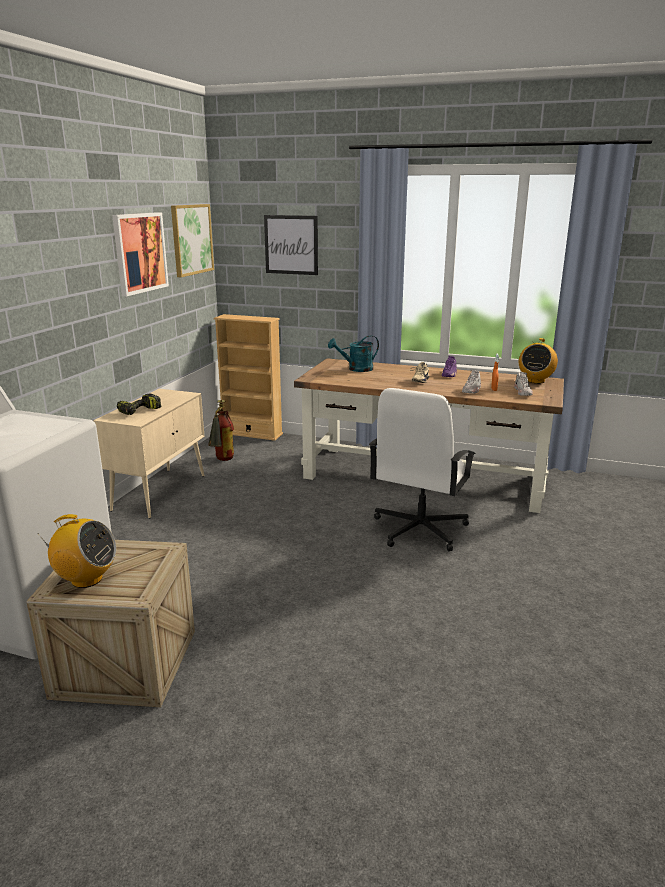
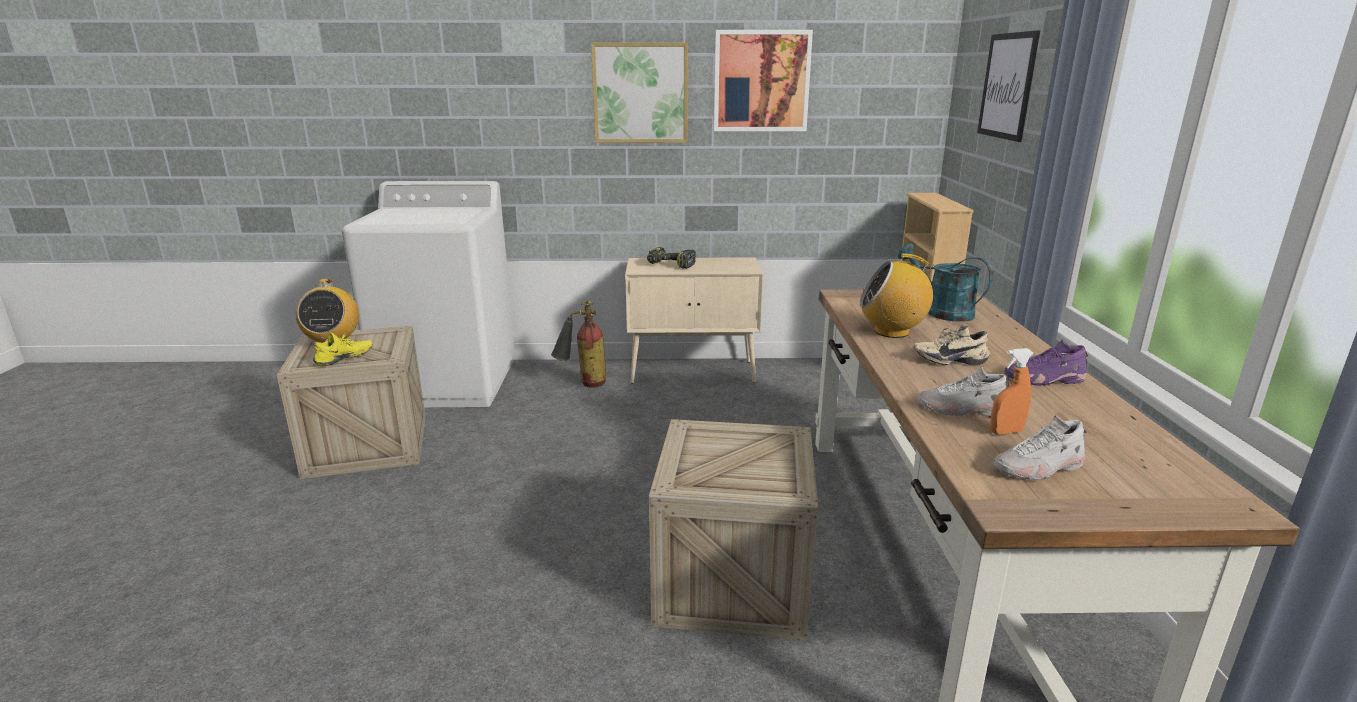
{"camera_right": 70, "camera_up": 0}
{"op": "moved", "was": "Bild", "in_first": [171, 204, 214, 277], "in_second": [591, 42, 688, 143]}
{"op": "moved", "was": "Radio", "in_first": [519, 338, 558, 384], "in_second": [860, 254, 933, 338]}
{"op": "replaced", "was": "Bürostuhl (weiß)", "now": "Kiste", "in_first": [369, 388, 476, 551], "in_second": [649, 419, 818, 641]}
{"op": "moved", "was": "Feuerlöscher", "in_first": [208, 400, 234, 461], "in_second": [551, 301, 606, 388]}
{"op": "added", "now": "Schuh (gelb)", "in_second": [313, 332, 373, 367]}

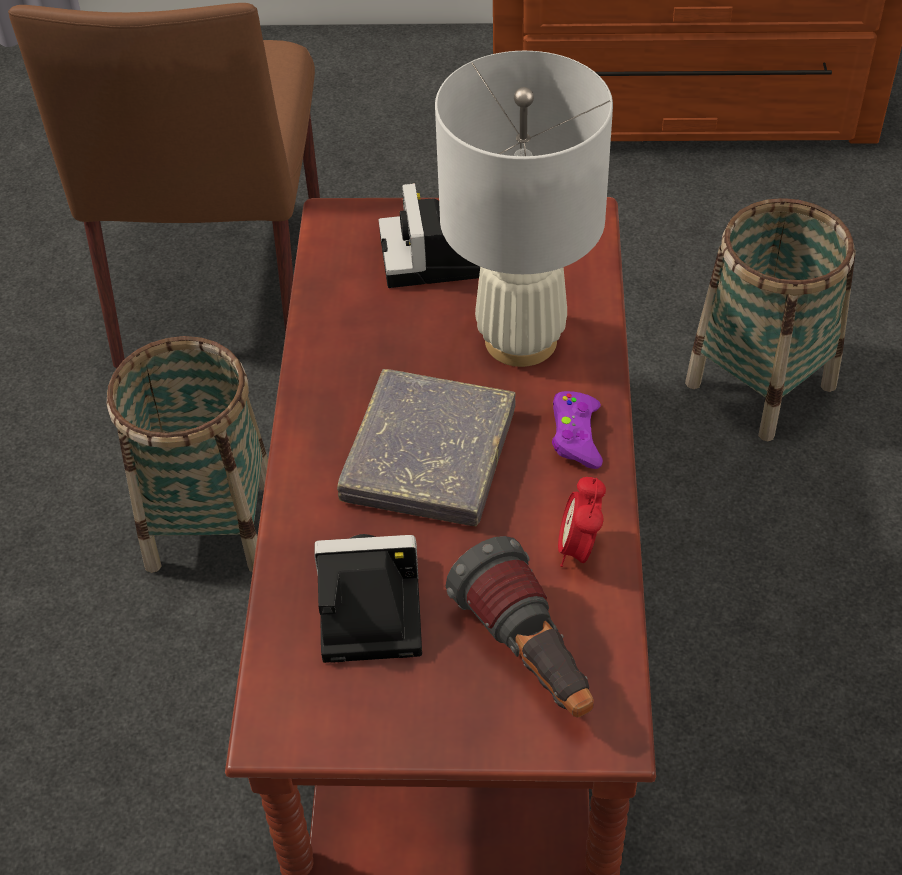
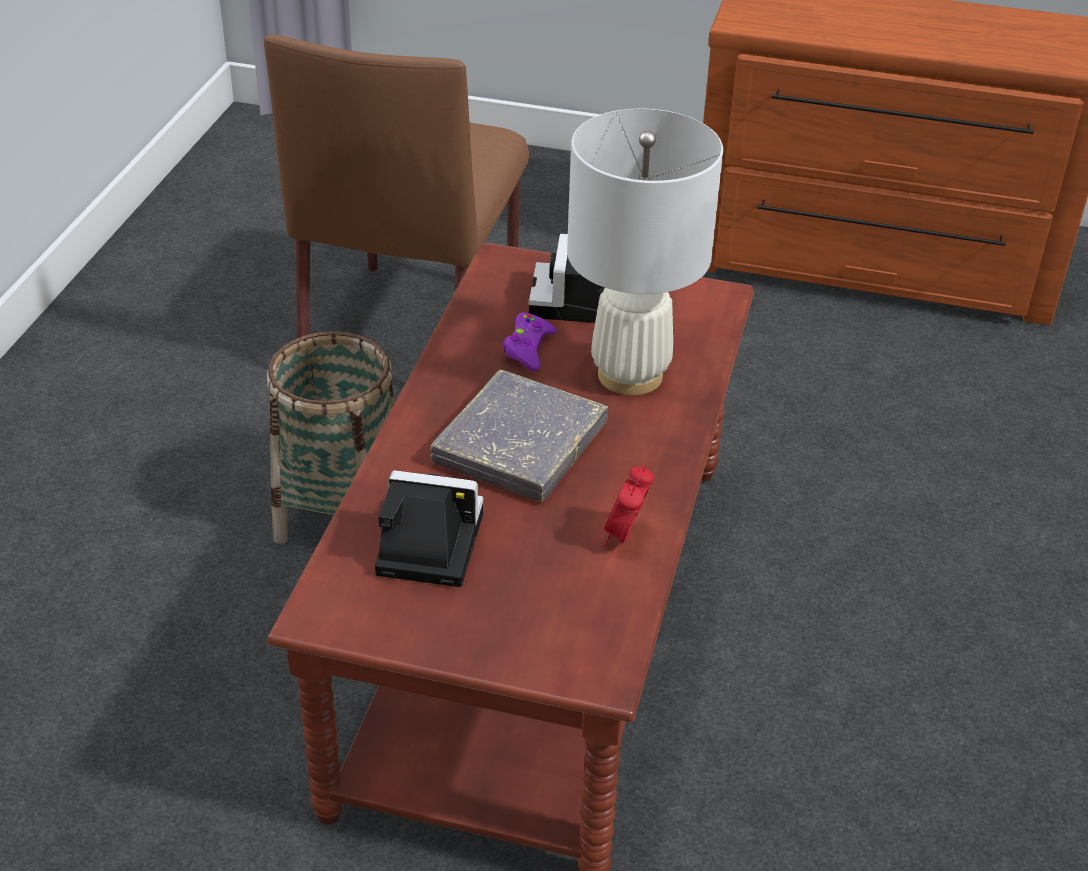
{"camera_right": 10, "camera_up": -10}
{"op": "removed", "was": "Korb", "in_first": [685, 198, 856, 442]}
{"op": "moved", "was": "Gamepad (lila)", "in_first": [552, 391, 603, 469], "in_second": [502, 312, 557, 371]}
{"op": "removed", "was": "Taschenlampe", "in_first": [446, 536, 594, 718]}

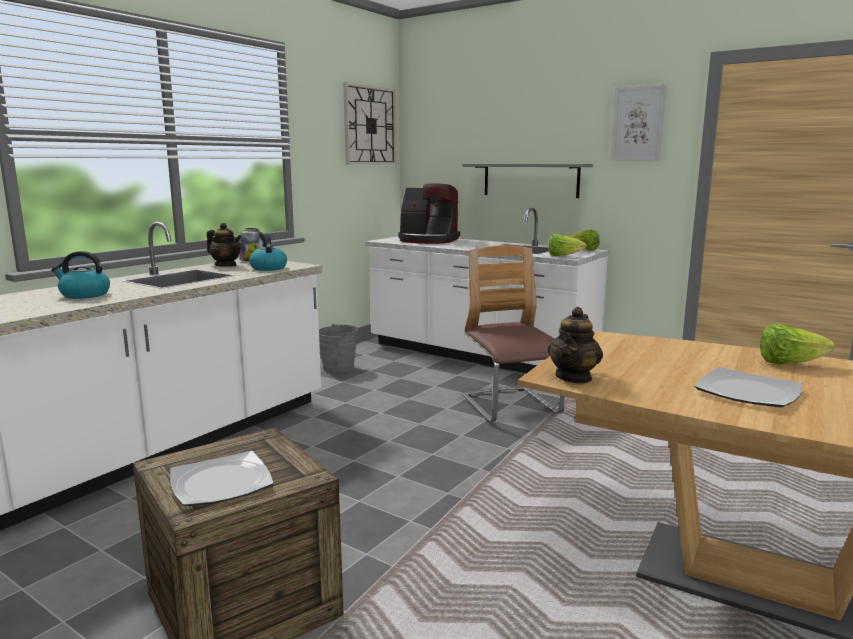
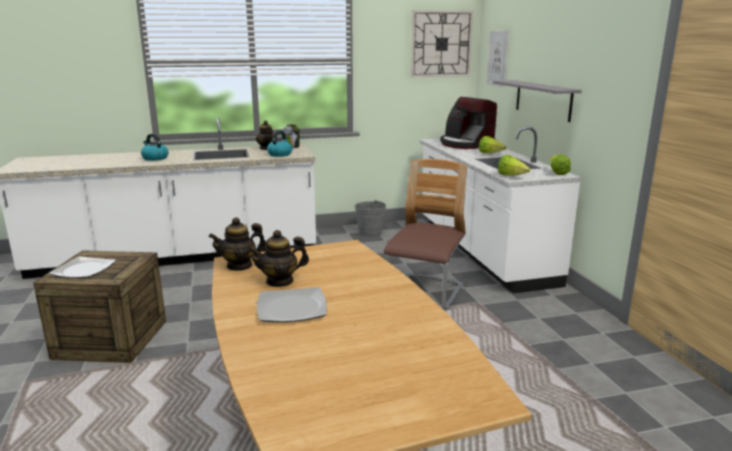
{"camera_right": 40, "camera_up": 5}
{"op": "moved", "was": "Bild", "in_first": [610, 84, 666, 161], "in_second": [486, 31, 509, 87]}
{"op": "moved", "was": "Salatkopf", "in_first": [760, 324, 835, 364], "in_second": [479, 136, 506, 153]}
{"op": "added", "now": "Teekanne", "in_second": [248, 230, 309, 287]}

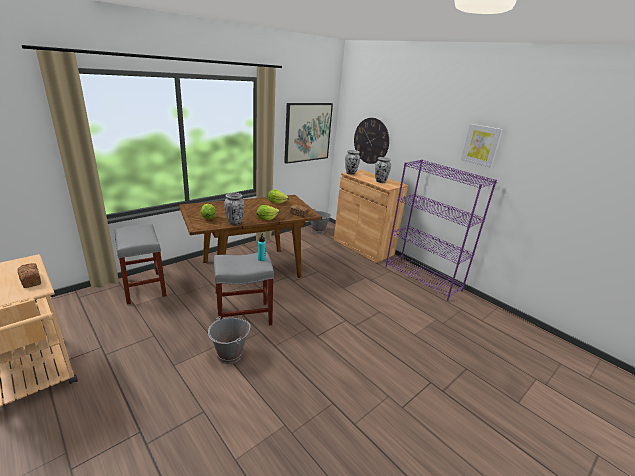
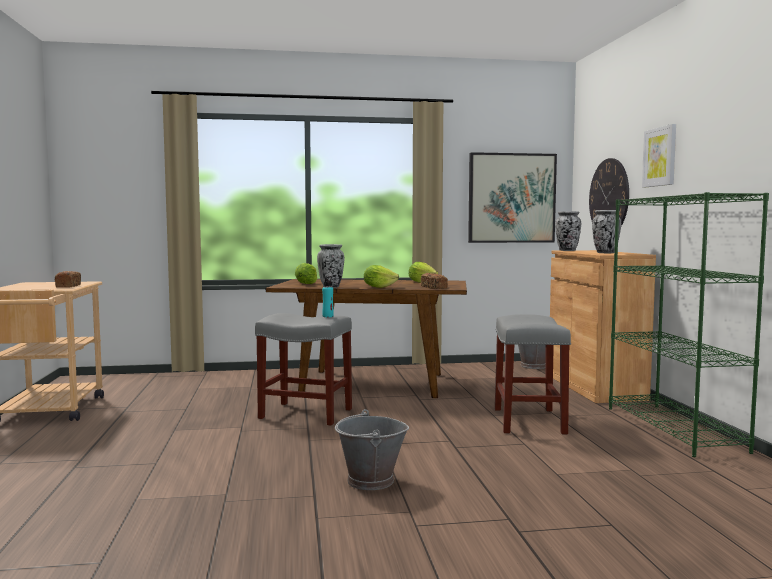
{"camera_right": 35, "camera_up": -20}
{"op": "moved", "was": "Bild", "in_first": [461, 124, 503, 167], "in_second": [642, 124, 676, 187]}
{"op": "recoloured", "was": "Bücherregal (lila)", "now": "Bücherregal (grün)", "in_first": [385, 160, 497, 301], "in_second": [609, 192, 769, 457]}
{"op": "moved", "was": "Hocker (grau)", "in_first": [115, 224, 167, 304], "in_second": [495, 314, 571, 434]}
{"op": "moved", "was": "Eimer (grau)", "in_first": [208, 316, 251, 364], "in_second": [335, 409, 409, 490]}

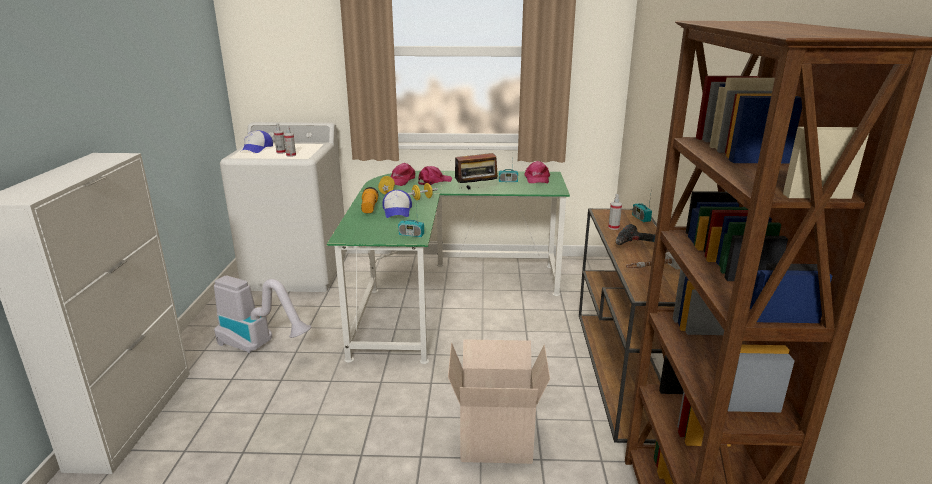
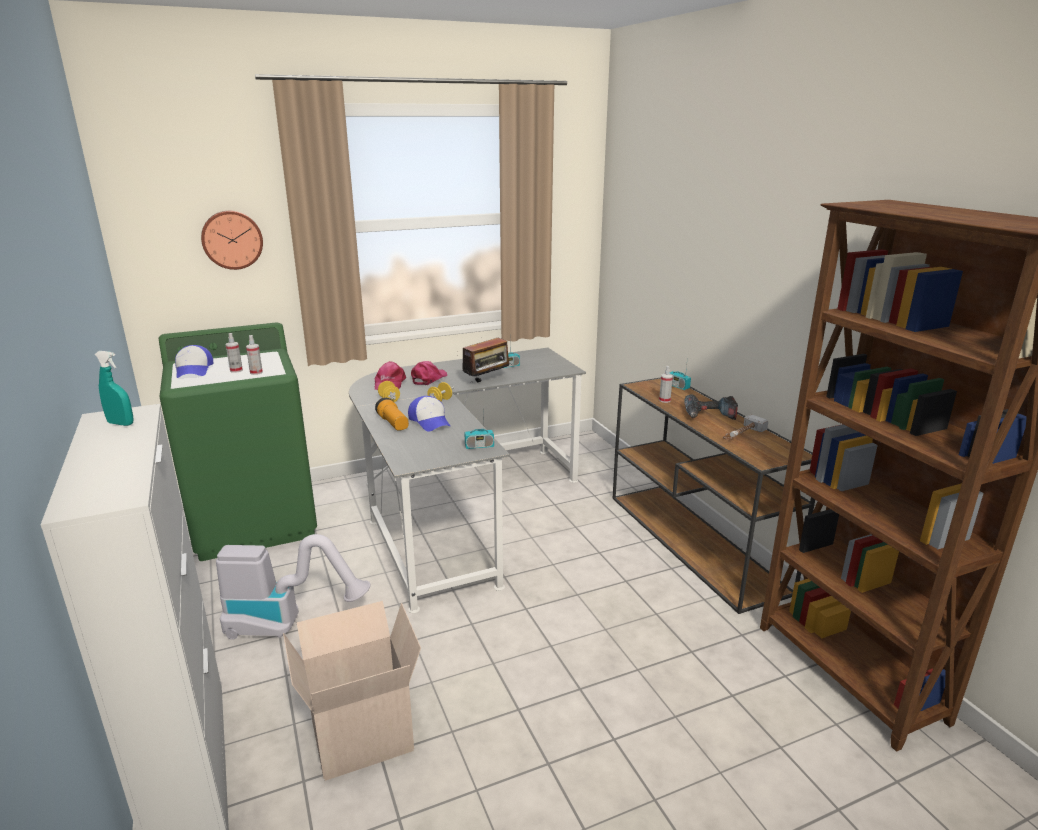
{"camera_right": -25, "camera_up": 0}
{"op": "recoloured", "was": "Waschmaschine (weiß)", "now": "Waschmaschine (grün)", "in_first": [220, 122, 347, 292], "in_second": [159, 322, 317, 561]}
{"op": "removed", "was": "Kappe (rosa)", "in_first": [524, 161, 550, 183]}
{"op": "recoloured", "was": "Schreibtisch (grün)", "now": "Schreibtisch (grau)", "in_first": [327, 171, 570, 364], "in_second": [349, 348, 586, 613]}
{"op": "moved", "was": "Karton", "in_first": [448, 339, 550, 464], "in_second": [283, 601, 421, 781]}
{"op": "added", "now": "Wanduhr", "in_second": [201, 211, 263, 270]}
{"op": "added", "now": "Sprühflasche (türkis)", "in_second": [95, 351, 133, 426]}

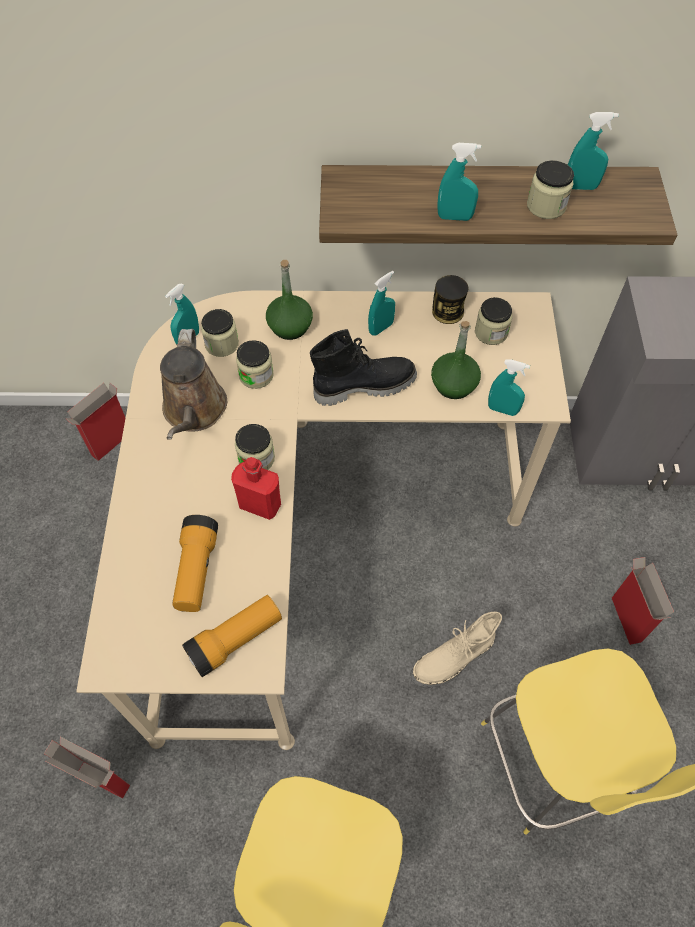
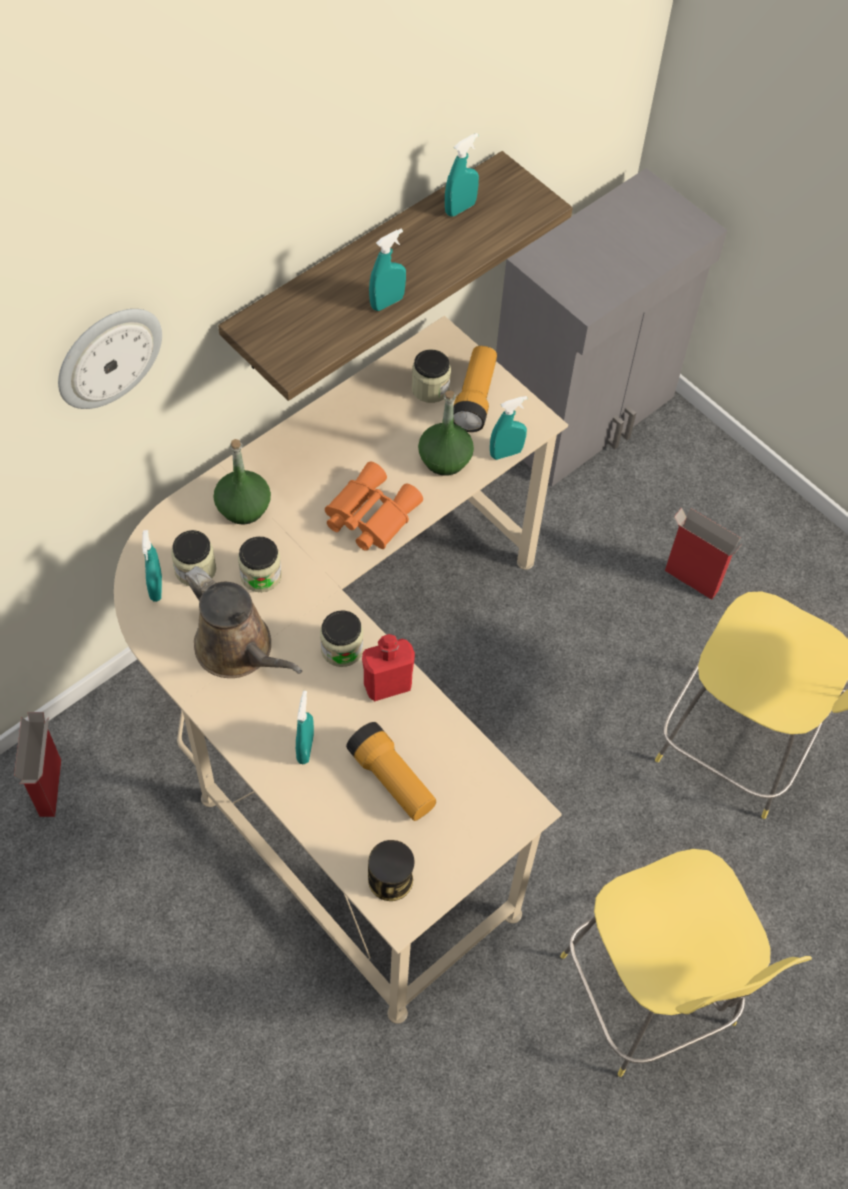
{"camera_right": -45, "camera_up": 0}
{"op": "removed", "was": "Vorratsglas", "in_first": [527, 160, 574, 219]}
{"op": "moved", "was": "Sprühflasche (türkis)", "in_first": [368, 271, 395, 336], "in_second": [296, 691, 314, 764]}
{"op": "moved", "was": "Dose", "in_first": [432, 275, 468, 324], "in_second": [368, 840, 415, 901]}
{"op": "replaced", "was": "Stiefel (schwarz)", "now": "Fernglas (orange)", "in_first": [310, 329, 417, 406], "in_second": [325, 462, 423, 551]}
{"op": "moved", "was": "Taschenlampe", "in_first": [182, 595, 282, 677], "in_second": [453, 346, 497, 432]}
{"op": "removed", "was": "Stiefel (beige)", "in_first": [410, 612, 502, 687]}
{"op": "removed", "was": "Karton", "in_first": [44, 737, 130, 799]}
{"op": "added", "now": "Wanduhr", "in_second": [58, 309, 162, 409]}

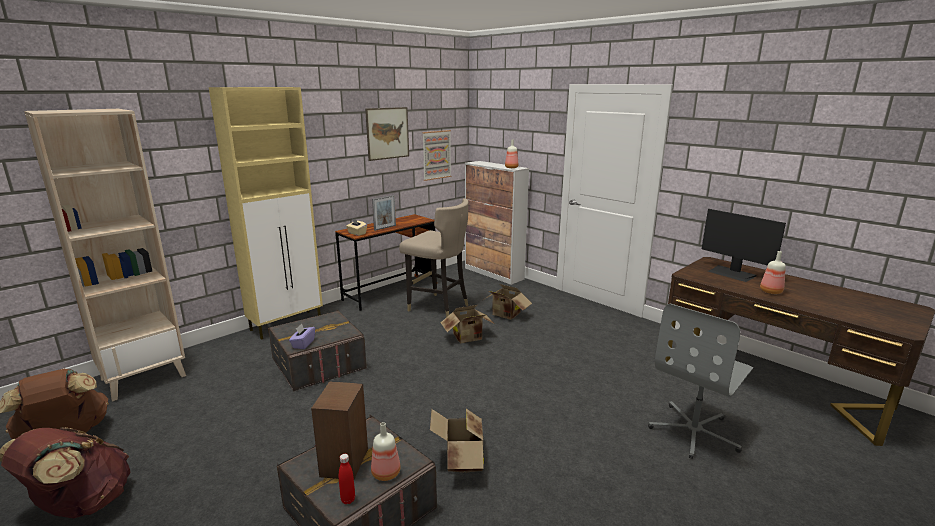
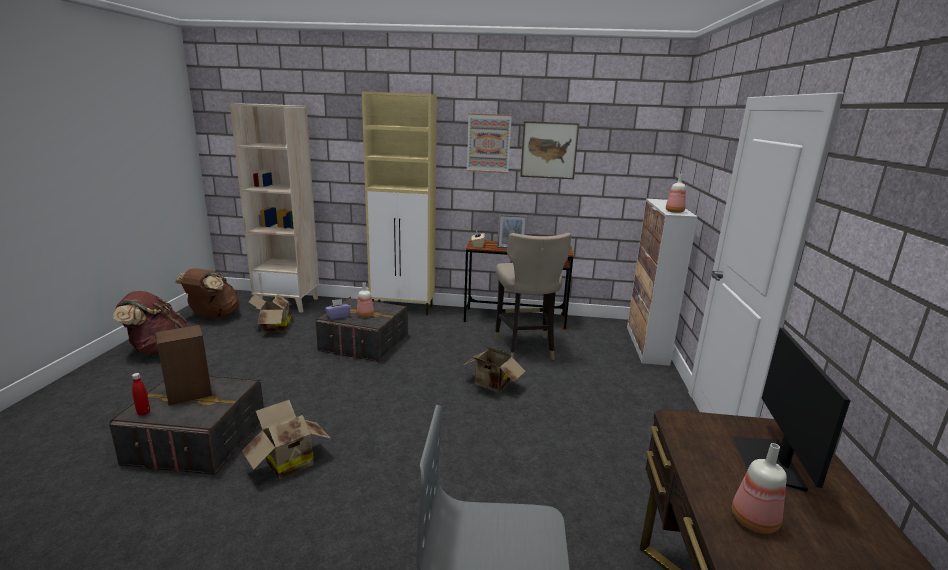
{"camera_right": 50, "camera_up": 0}
{"op": "moved", "was": "Bild", "in_first": [422, 130, 451, 181], "in_second": [467, 113, 512, 173]}
{"op": "moved", "was": "Karton", "in_first": [483, 284, 532, 320], "in_second": [248, 294, 291, 332]}
{"op": "moved", "was": "Flasche", "in_first": [371, 422, 401, 481], "in_second": [357, 282, 374, 318]}

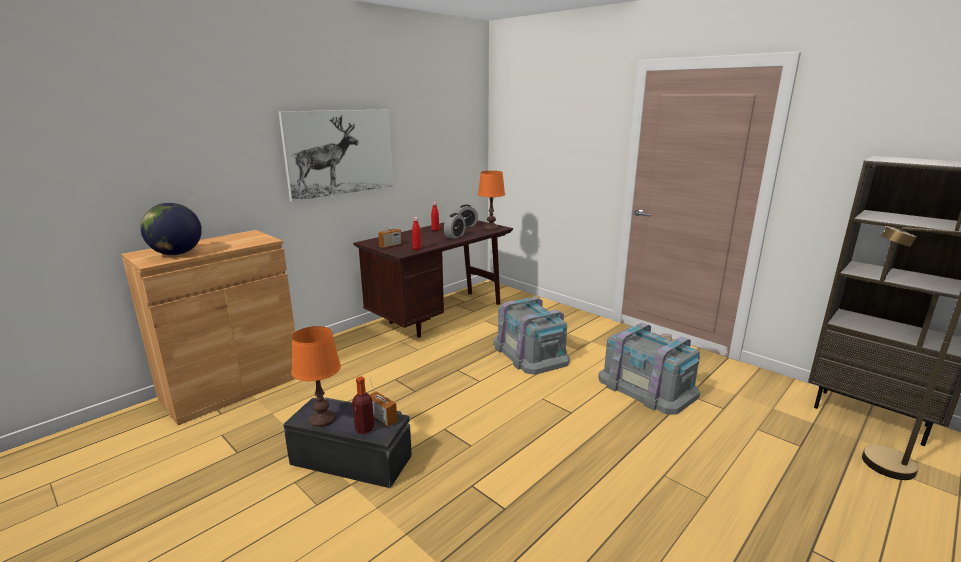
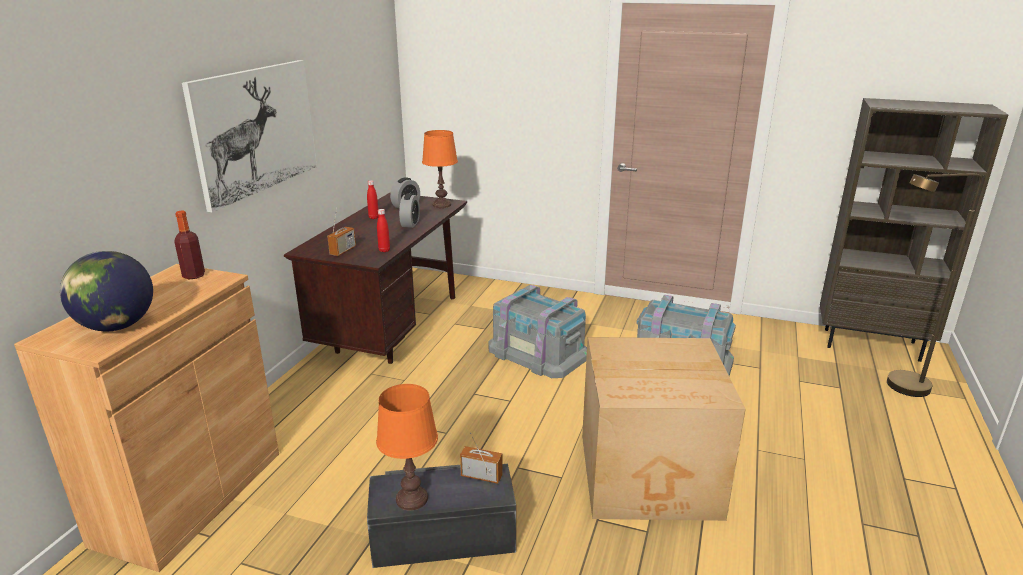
{"camera_right": -25, "camera_up": 5}
{"op": "moved", "was": "Flasche", "in_first": [352, 376, 374, 434], "in_second": [174, 211, 205, 279]}
{"op": "added", "now": "Karton", "in_second": [582, 337, 746, 521]}

